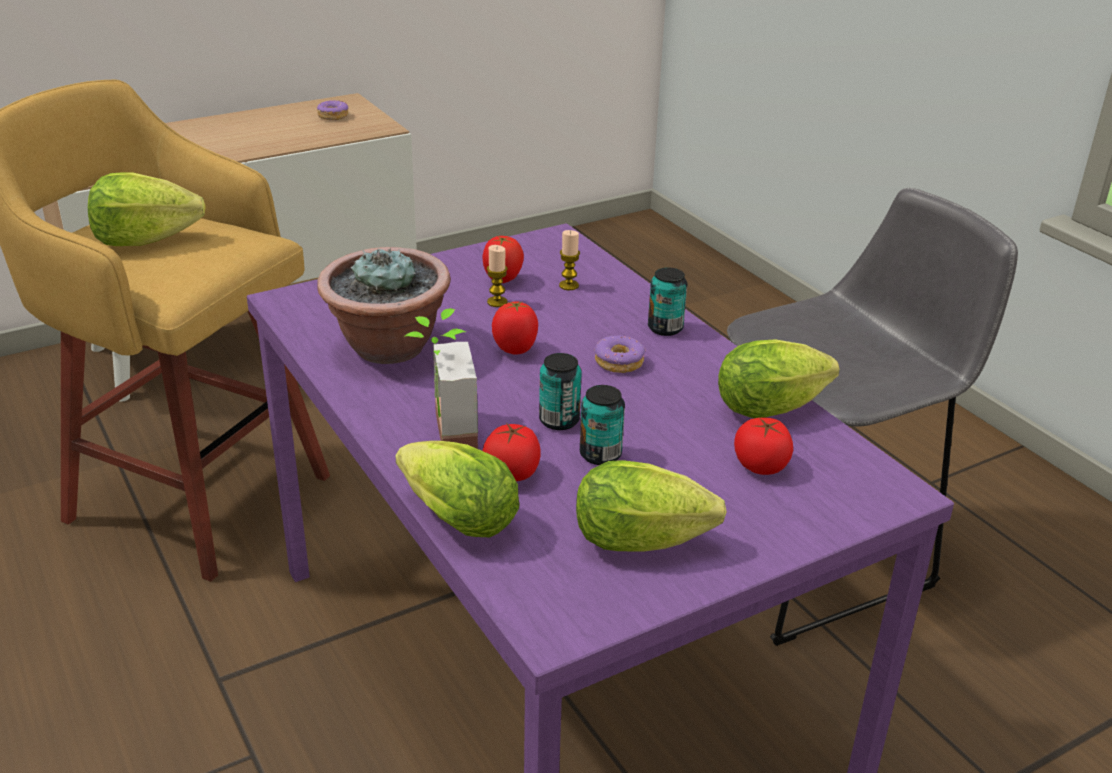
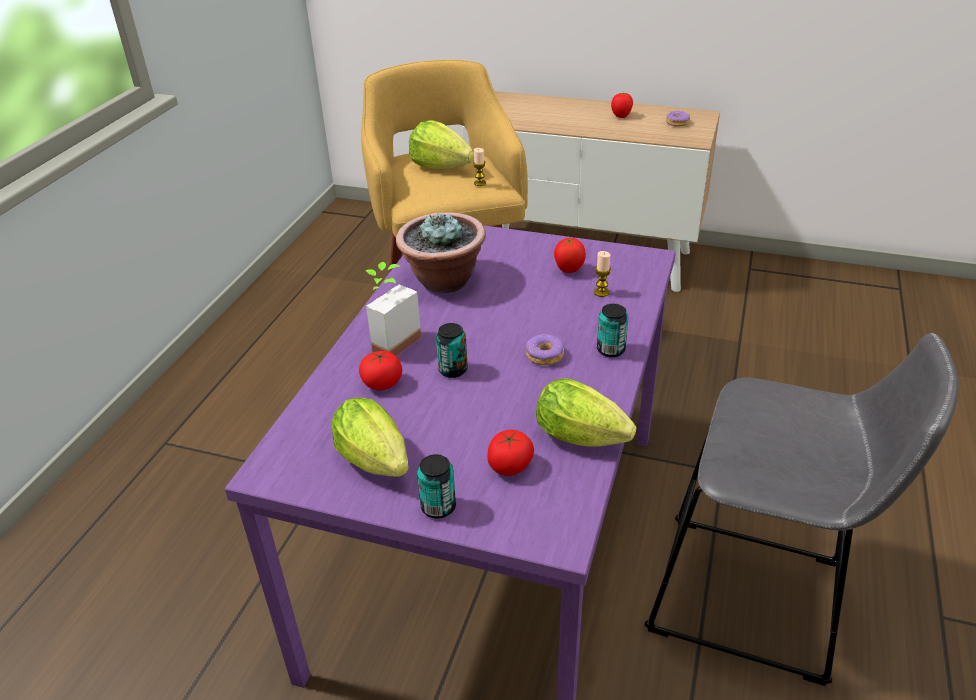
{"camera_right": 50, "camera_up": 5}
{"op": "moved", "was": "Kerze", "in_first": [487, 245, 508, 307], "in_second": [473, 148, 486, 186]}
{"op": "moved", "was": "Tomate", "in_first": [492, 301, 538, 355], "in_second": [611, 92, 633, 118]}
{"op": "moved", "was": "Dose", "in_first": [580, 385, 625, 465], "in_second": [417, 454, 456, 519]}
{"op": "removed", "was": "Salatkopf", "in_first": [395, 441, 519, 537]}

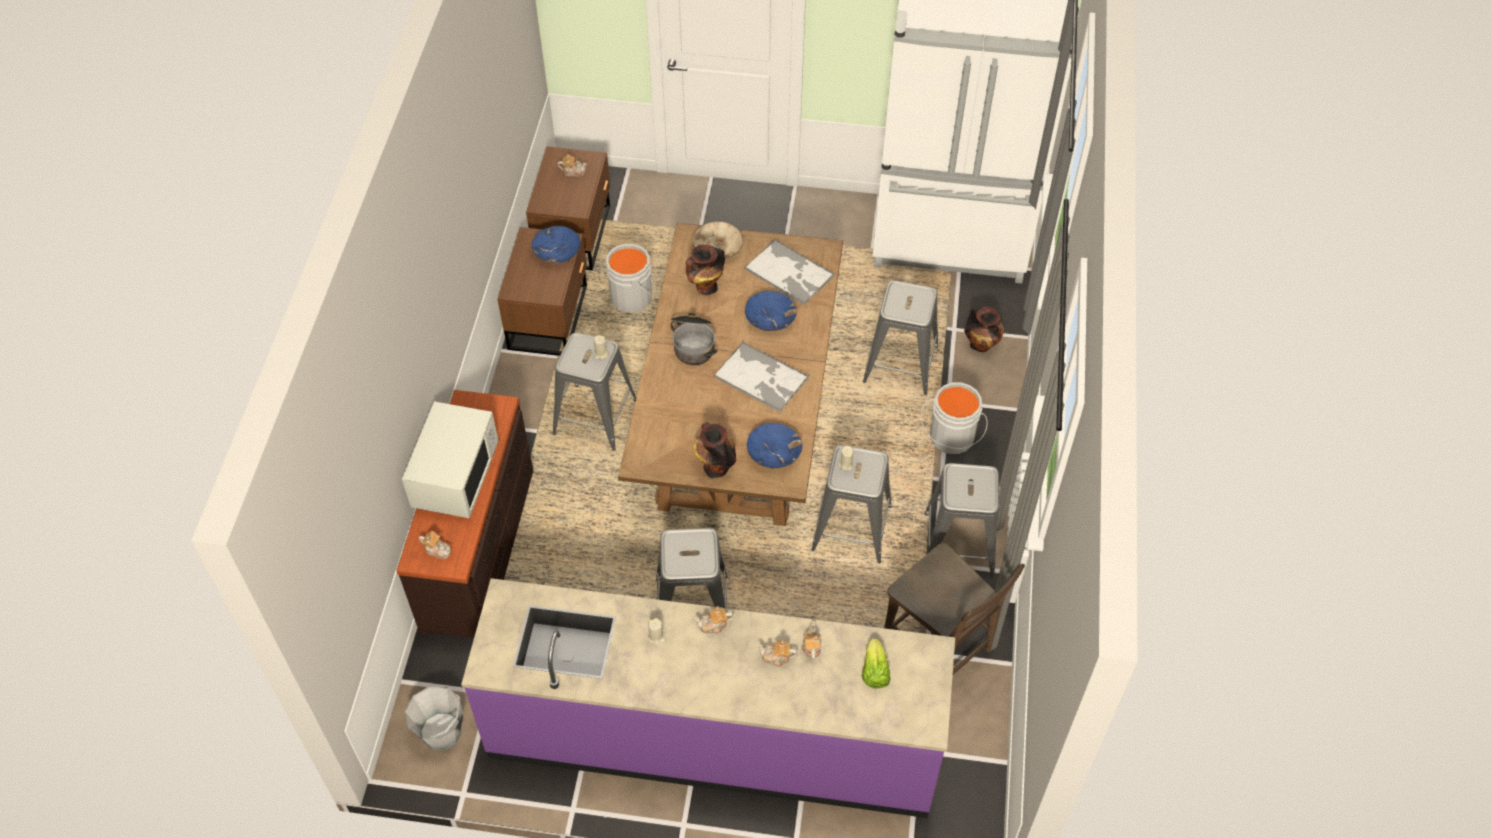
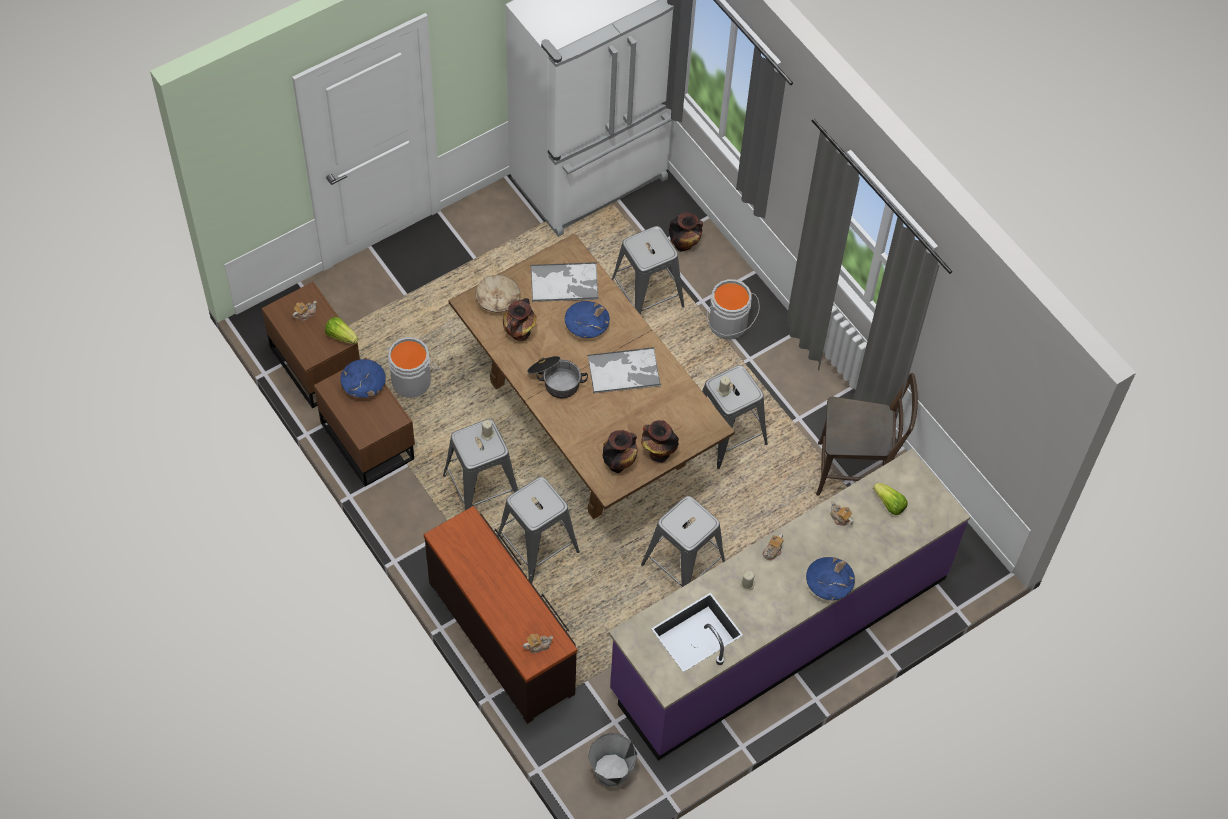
{"camera_right": -45, "camera_up": 5}
{"op": "removed", "was": "Mikrowelle (weiß)", "in_first": [402, 401, 499, 518]}
{"op": "moved", "was": "Schüssel (blau)", "in_first": [747, 423, 802, 468], "in_second": [806, 557, 855, 601]}
{"op": "moved", "was": "Hocker (grau)", "in_first": [924, 463, 999, 578], "in_second": [497, 477, 580, 583]}
{"op": "removed", "was": "Teekanne", "in_first": [758, 640, 797, 667]}
{"op": "added", "now": "Salatkopf", "in_second": [325, 317, 358, 344]}
{"op": "added", "now": "Vase", "in_second": [603, 430, 638, 473]}

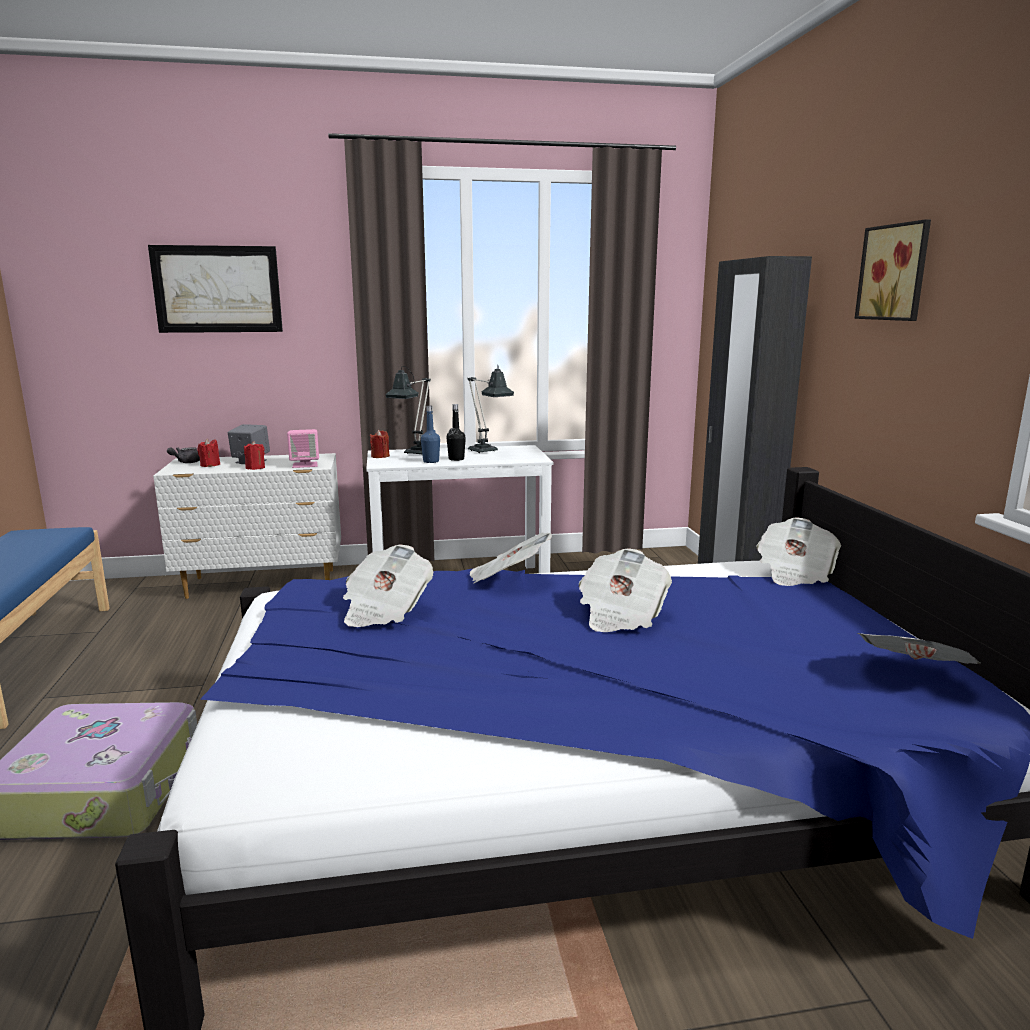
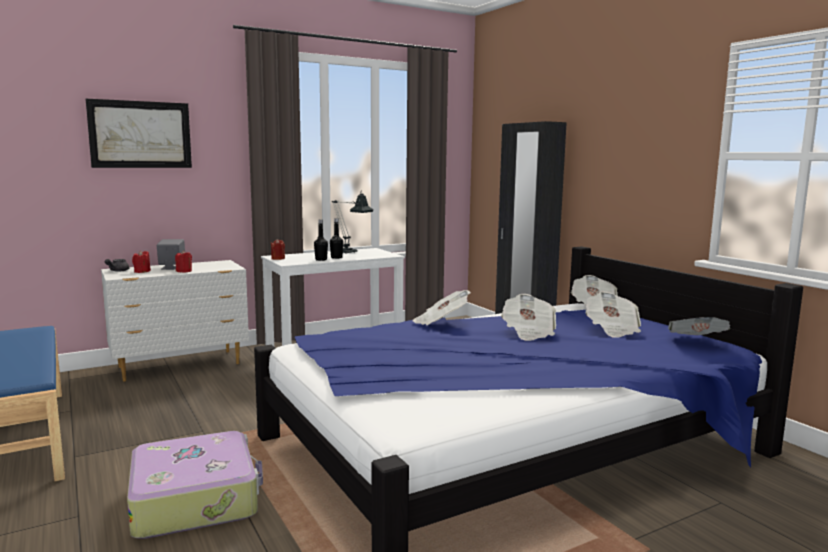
{"camera_right": -20, "camera_up": -5}
{"op": "removed", "was": "Bild", "in_first": [855, 219, 931, 321]}
{"op": "removed", "was": "Tischlampe", "in_first": [385, 366, 431, 454]}
{"op": "recoloured", "was": "Flasche (blau)", "now": "Flasche (schwarz)", "in_first": [421, 406, 440, 463], "in_second": [314, 219, 328, 261]}
{"op": "removed", "was": "Lautsprecher (rosa)", "in_first": [287, 429, 319, 468]}
{"op": "moved", "was": "Zeitung", "in_first": [343, 545, 433, 627], "in_second": [585, 292, 641, 338]}

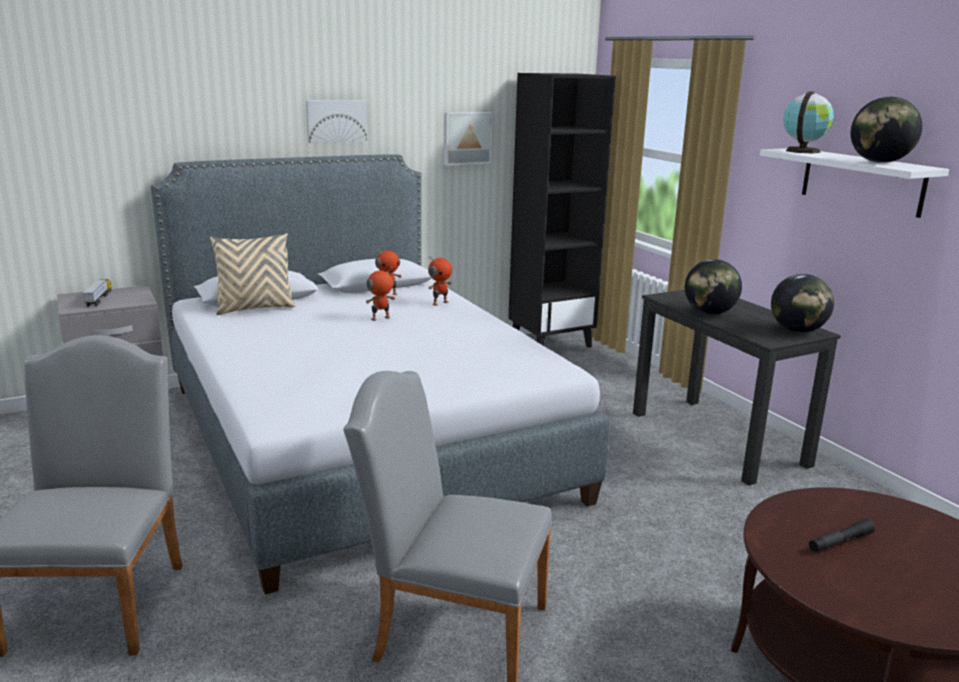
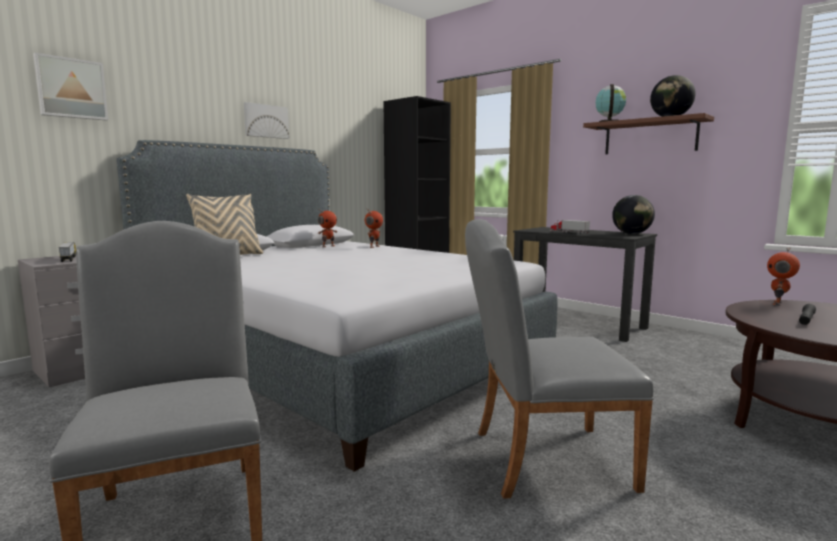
{"camera_right": -20, "camera_up": -10}
{"op": "moved", "was": "Bild", "in_first": [444, 112, 493, 166], "in_second": [33, 53, 108, 120]}
{"op": "recoloured", "was": "Wandregal (weiß)", "now": "Wandregal (braun)", "in_first": [760, 148, 949, 218], "in_second": [583, 113, 714, 154]}
{"op": "replaced", "was": "Globus", "now": "Spielzeuglaster", "in_first": [685, 259, 742, 315], "in_second": [550, 219, 590, 234]}
{"op": "moved", "was": "Spielzeugroboter", "in_first": [366, 267, 395, 321], "in_second": [767, 248, 800, 306]}

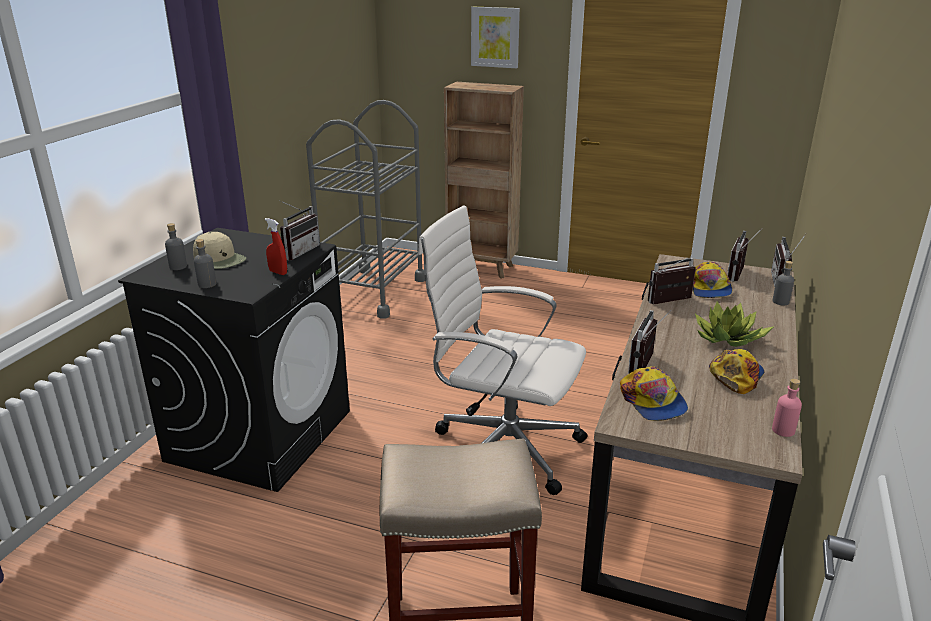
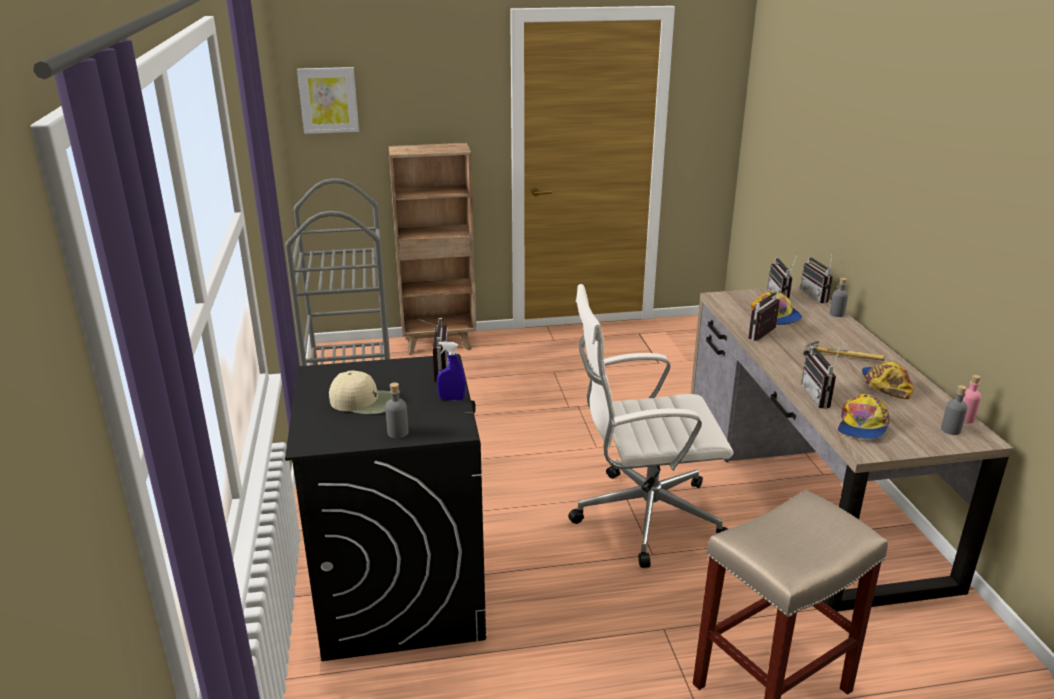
{"camera_right": -30, "camera_up": 0}
{"op": "moved", "was": "Bild", "in_first": [471, 7, 520, 68], "in_second": [297, 67, 359, 134]}
{"op": "recoloured", "was": "Sprühflasche (rot)", "now": "Sprühflasche (blau)", "in_first": [265, 218, 287, 275], "in_second": [437, 341, 465, 401]}
{"op": "moved", "was": "Flasche (grau)", "in_first": [165, 223, 187, 270], "in_second": [941, 385, 967, 435]}
{"op": "replaced", "was": "Topfpflanze", "now": "Hammer", "in_first": [695, 301, 774, 347], "in_second": [803, 341, 885, 361]}
{"op": "turned", "was": "Kappe", "in_first": [620, 366, 688, 421], "in_second": [838, 394, 890, 439], "clockwise": 75}

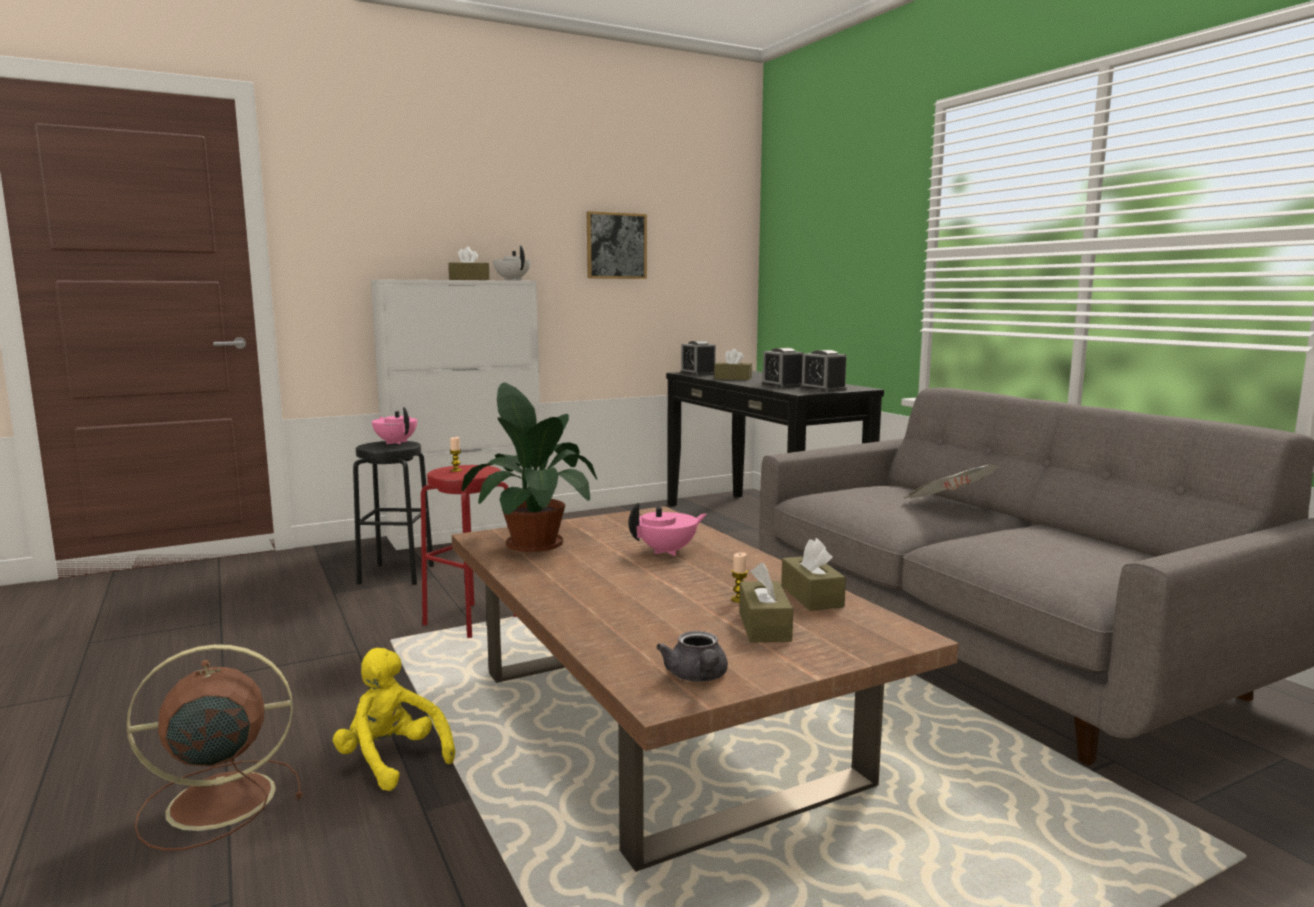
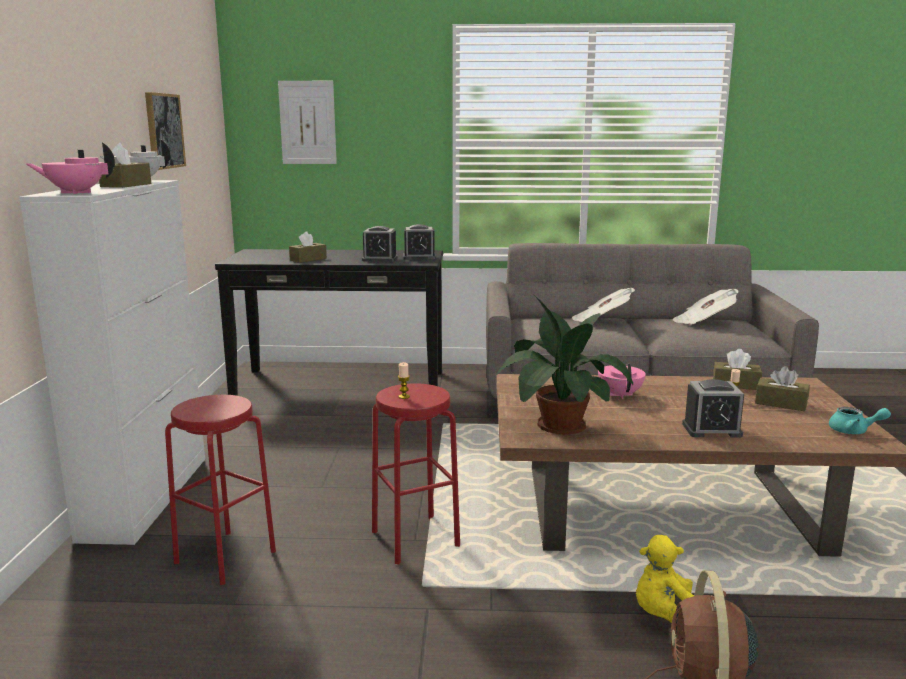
{"camera_right": -60, "camera_up": 5}
{"op": "moved", "was": "Wecker", "in_first": [681, 341, 716, 376], "in_second": [682, 379, 744, 438]}
{"op": "moved", "was": "Teekanne (rosa)", "in_first": [372, 407, 417, 444], "in_second": [26, 142, 115, 194]}
{"op": "recoloured", "was": "Hocker (schwarz)", "now": "Hocker (rot)", "in_first": [353, 441, 434, 585], "in_second": [165, 395, 276, 585]}
{"op": "recoloured", "was": "Teekanne (grau)", "now": "Teekanne (türkis)", "in_first": [656, 631, 728, 682], "in_second": [829, 407, 891, 434]}
{"op": "added", "now": "Bild", "in_second": [278, 81, 337, 164]}
{"op": "added", "now": "Zeitung", "in_second": [673, 289, 739, 325]}

